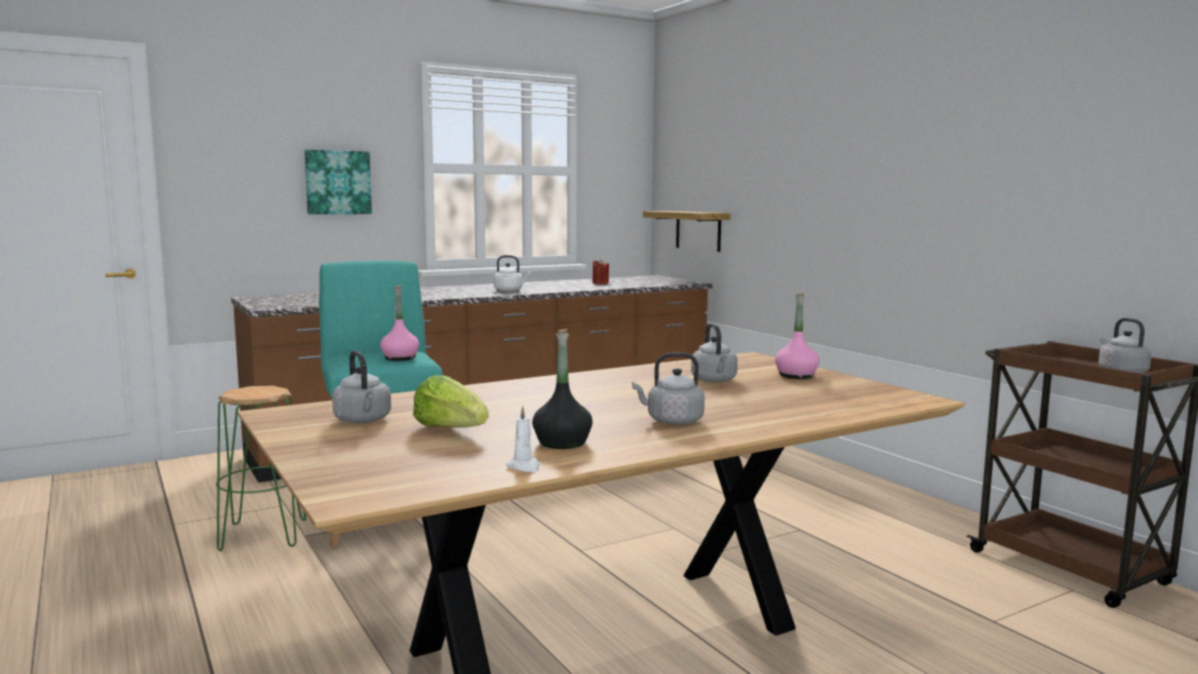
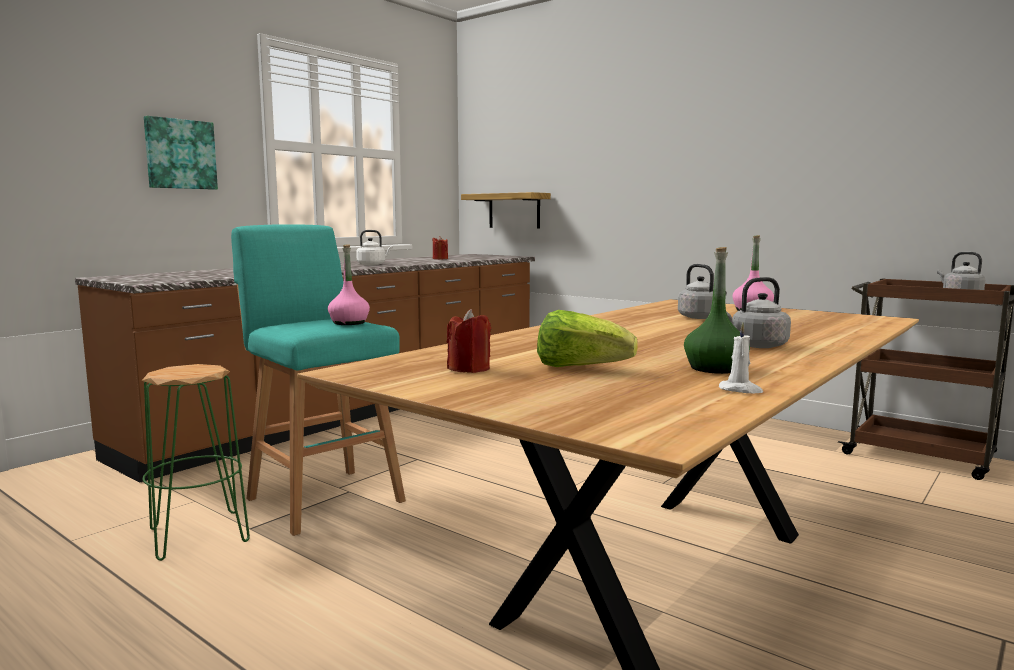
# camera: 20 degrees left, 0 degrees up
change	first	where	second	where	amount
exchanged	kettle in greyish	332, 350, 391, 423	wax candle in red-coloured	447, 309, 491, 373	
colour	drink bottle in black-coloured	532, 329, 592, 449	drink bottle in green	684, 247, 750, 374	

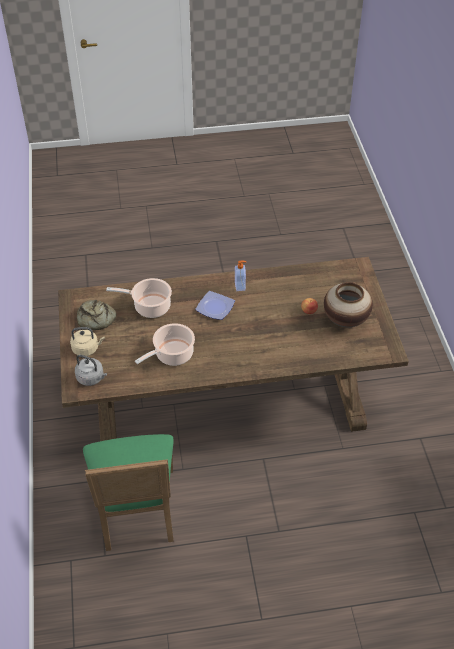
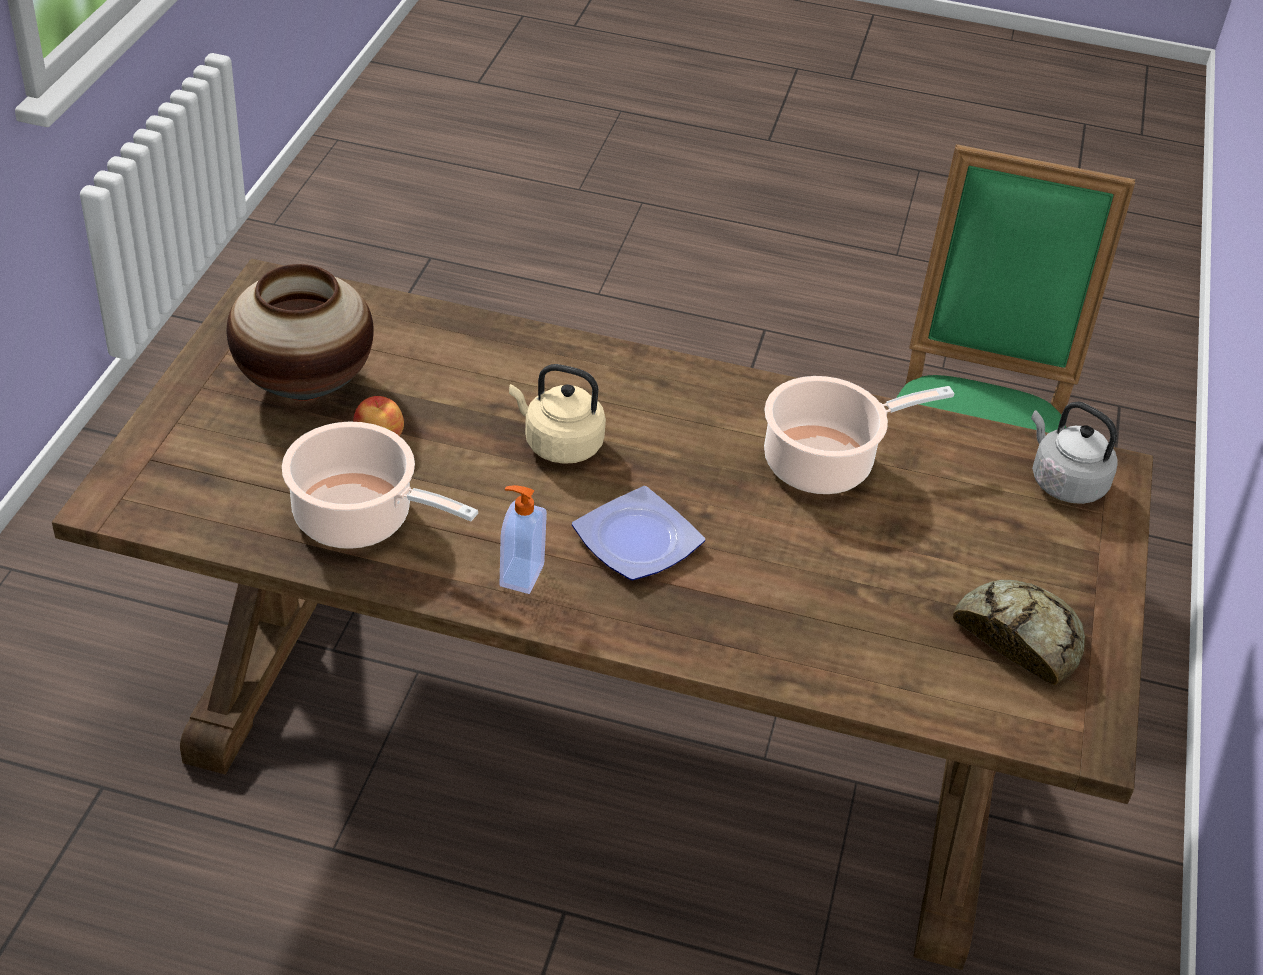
# camera: 160 degrees left, 5 degrees down
change	first	where	second	where	amount
relocated	stockpot	106, 278, 172, 318		282, 421, 478, 549	
relocated	kettle in beige-coloured	70, 327, 105, 356		509, 364, 606, 464	

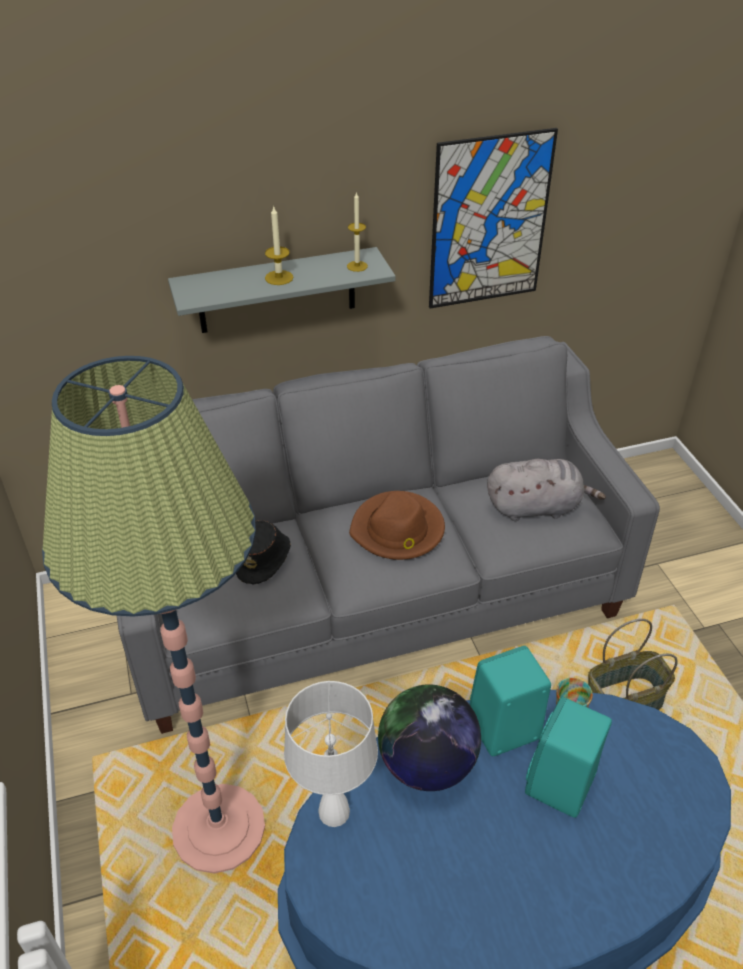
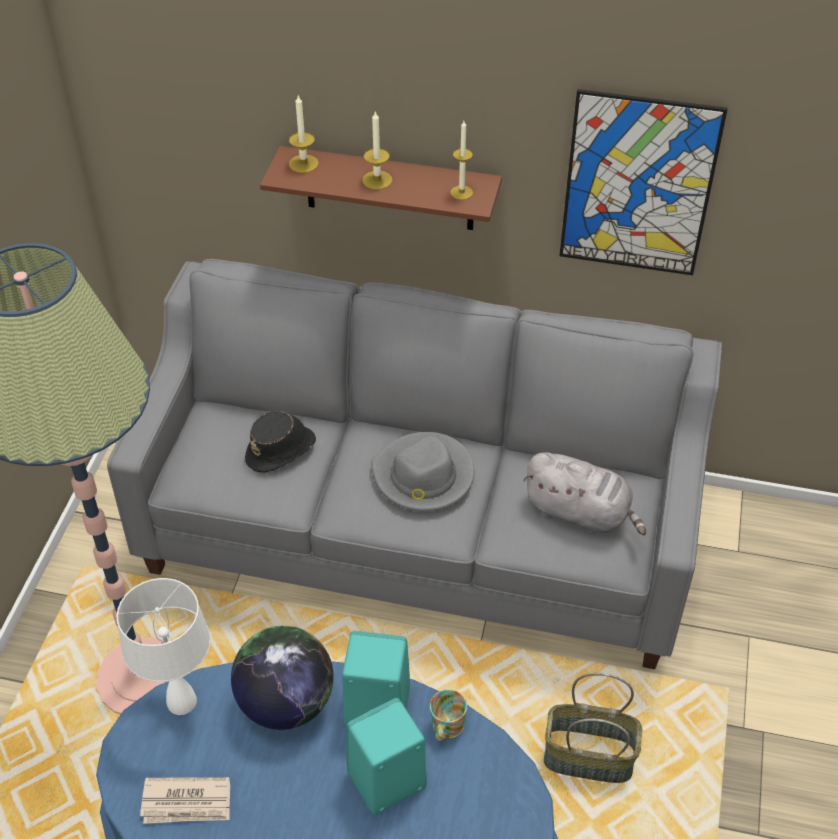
# camera: 30 degrees right, 5 degrees up
change	first	where	second	where	amount
appeared			printed paper	140, 777, 230, 824	
colour	bracket shelf in greyish	168, 247, 396, 333	bracket shelf in brownish	260, 146, 502, 230	
appeared			wax candle	289, 96, 319, 173	
colour	hat in brownish	349, 491, 445, 560	hat in greyish	371, 432, 474, 511	

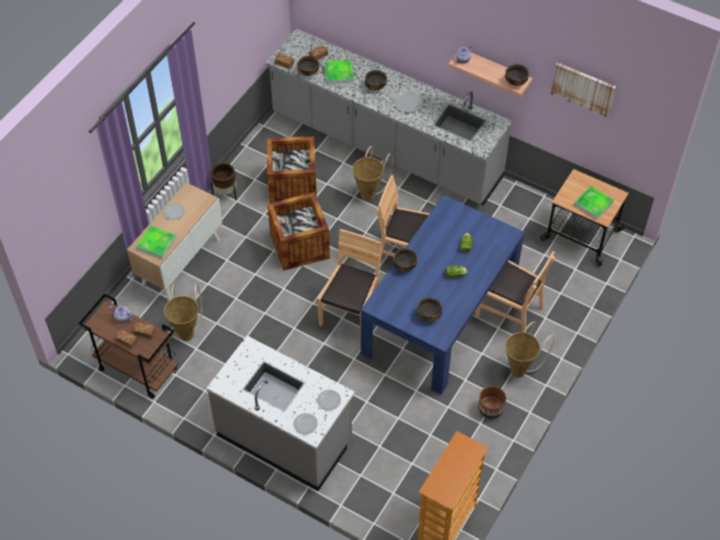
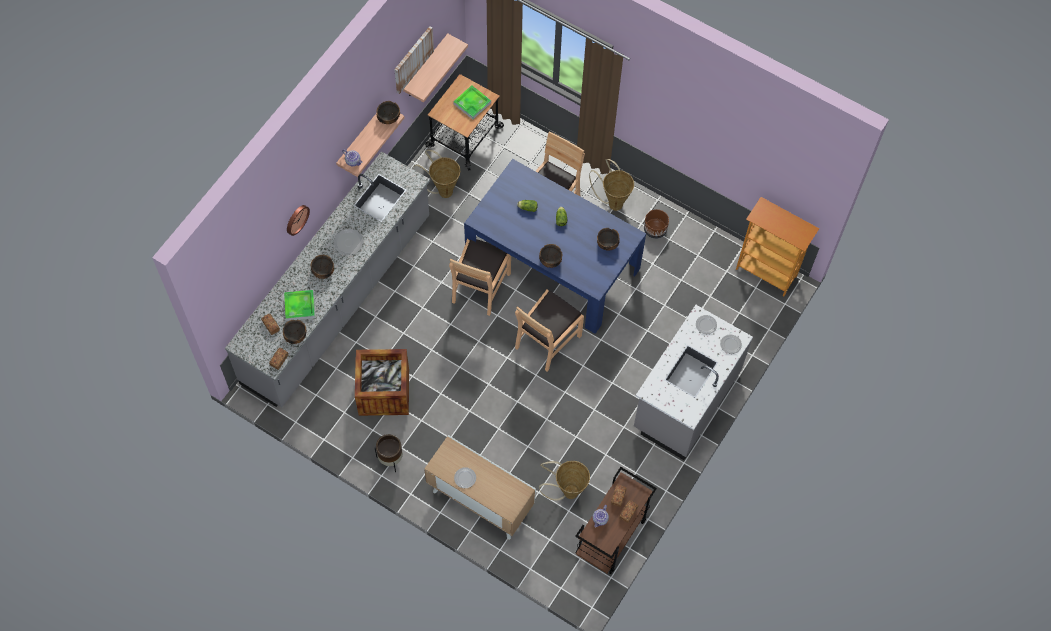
# camera: 90 degrees left, 10 degrees up
change	first	where	second	where	amount
appeared			hanging clock	287, 205, 310, 236	
appeared			bracket shelf	403, 34, 468, 102	
relocated	storage basket	352, 146, 393, 201		413, 150, 460, 198	
spun	plain chair in brownish	317, 229, 382, 340		515, 290, 584, 372	75 degrees counterclockwise
missing	tray	136, 226, 176, 259			
missing	crate	267, 192, 330, 271			

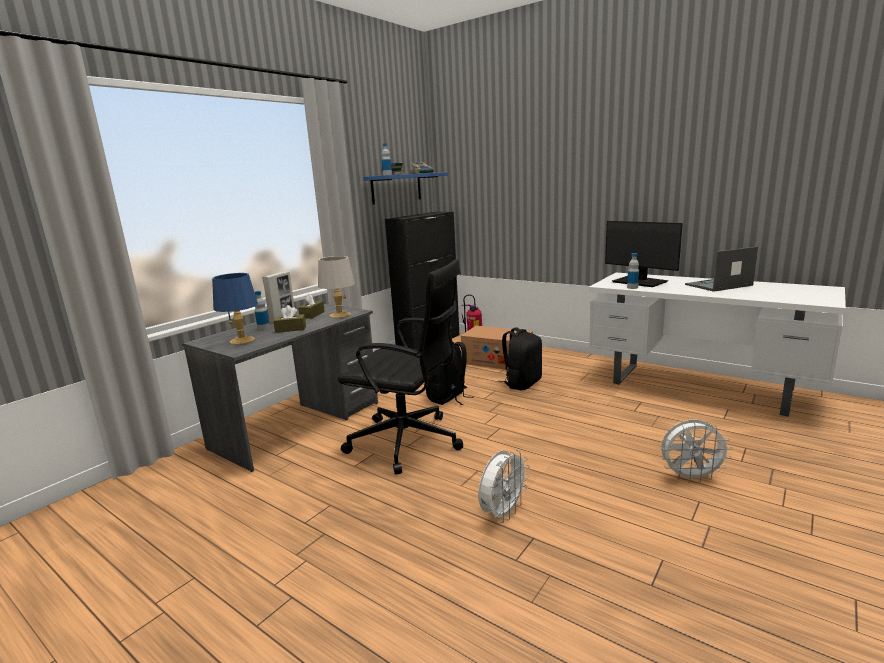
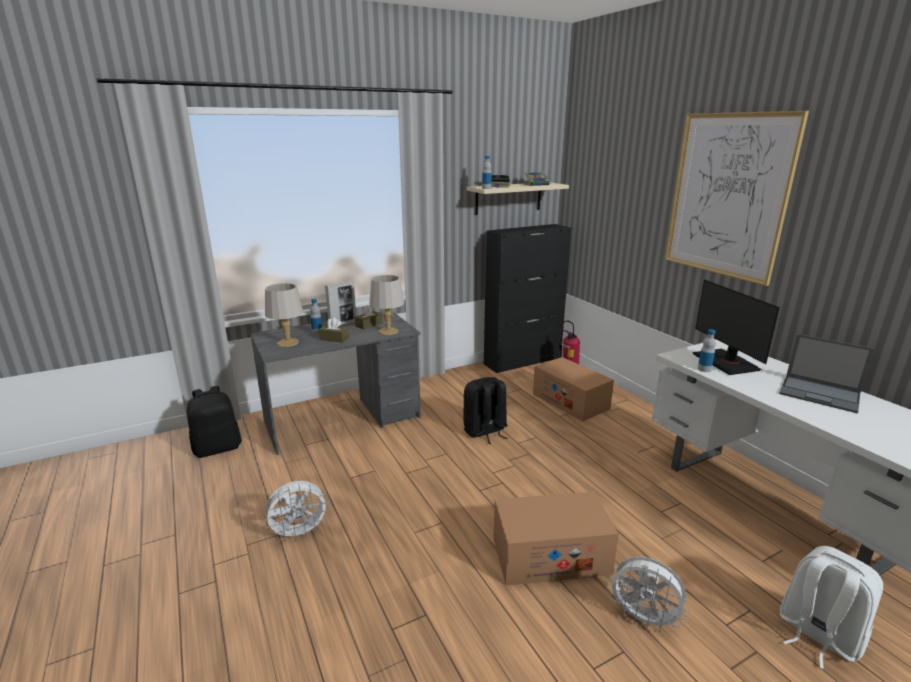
# camera: 25 degrees right, 5 degrees up
change	first	where	second	where	amount
relocated	rucksack in black-coloured	498, 327, 542, 390		187, 386, 242, 458	
relocated	electric fan in whitish	478, 450, 530, 523		263, 481, 330, 541	
colour	lamp for a table in blue-coloured	212, 273, 258, 345	lamp for a table in greyish	265, 283, 303, 347	
colour	bracket shelf in blue-coloured	363, 172, 448, 205	bracket shelf in beige-coloured	467, 182, 569, 215	
appeared			packing box	493, 491, 619, 585	
appeared			wall picture	665, 111, 809, 286	
spun	portable computer	685, 247, 758, 292		779, 334, 875, 413	150 degrees counterclockwise
appeared			rucksack in whitish	779, 546, 883, 669	
missing	office chair in black-coloured	338, 259, 463, 475			

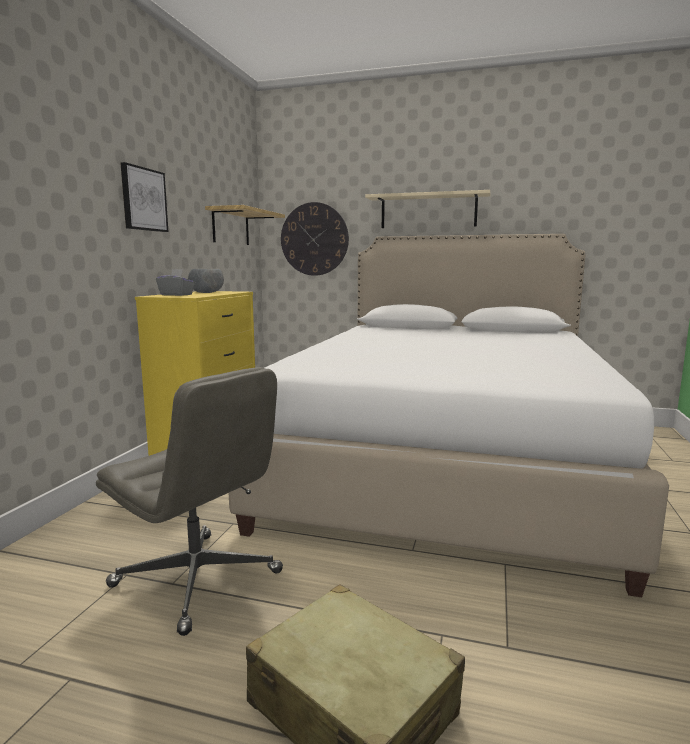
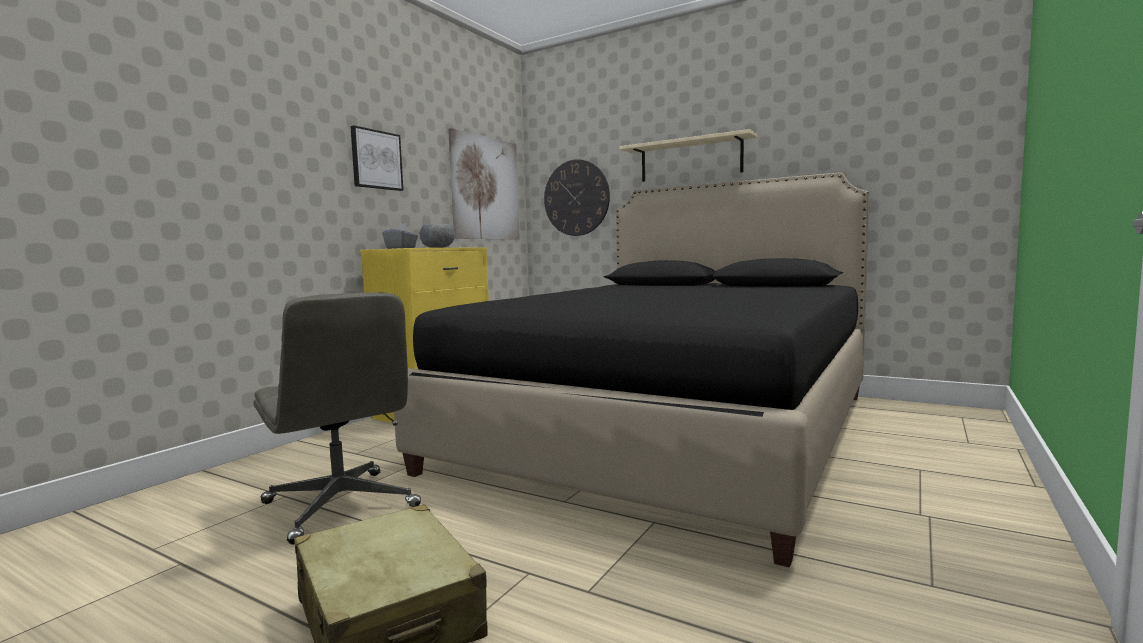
# camera: 15 degrees right, 5 degrees down
change	first	where	second	where	amount
colour	sleeping bed in whitish	229, 234, 669, 597	sleeping bed in black-coloured	394, 172, 869, 568	
exchanged	bracket shelf	205, 205, 285, 245	wall picture	448, 128, 520, 239	

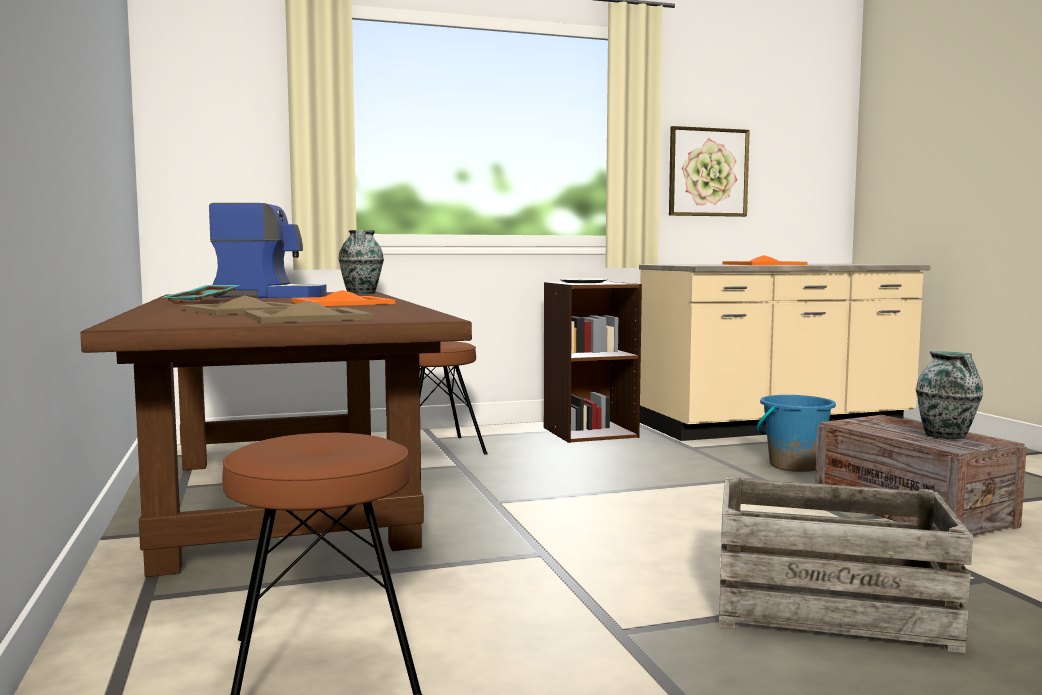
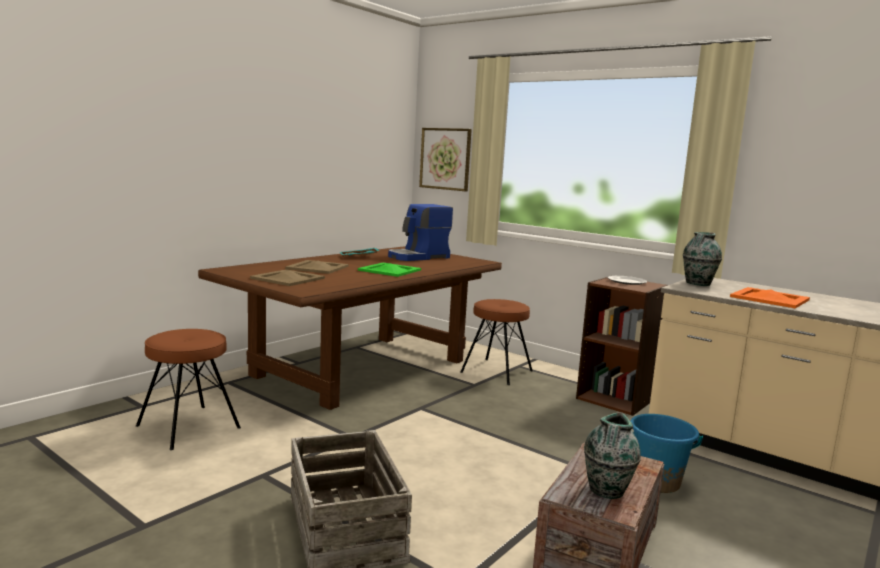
# camera: 55 degrees right, 5 degrees up
change	first	where	second	where	amount
colour	tray in orangey	292, 290, 395, 306	tray in green	358, 263, 421, 277	
spun	coffee brewer	209, 203, 327, 298		388, 204, 453, 261	90 degrees clockwise
relocated	wall picture	669, 126, 750, 217		419, 128, 472, 191	
relocated	flower vase	338, 230, 384, 294		683, 232, 722, 286	

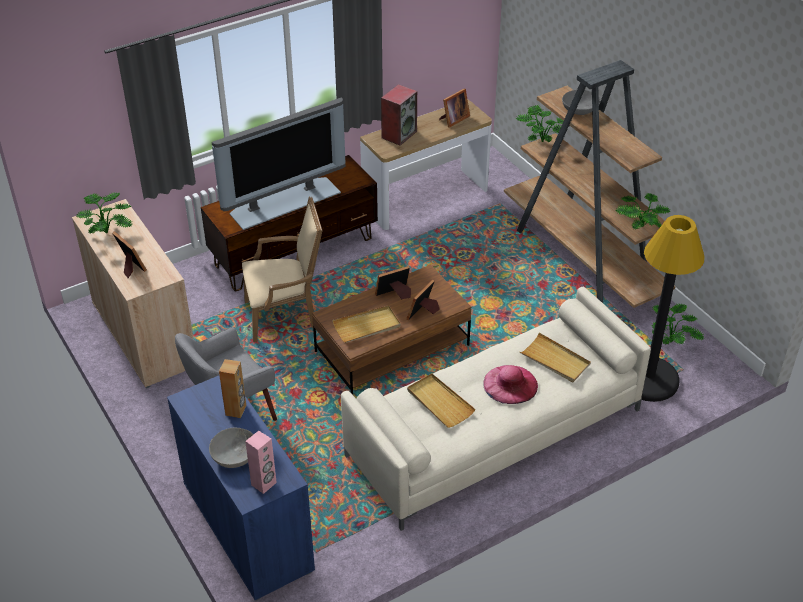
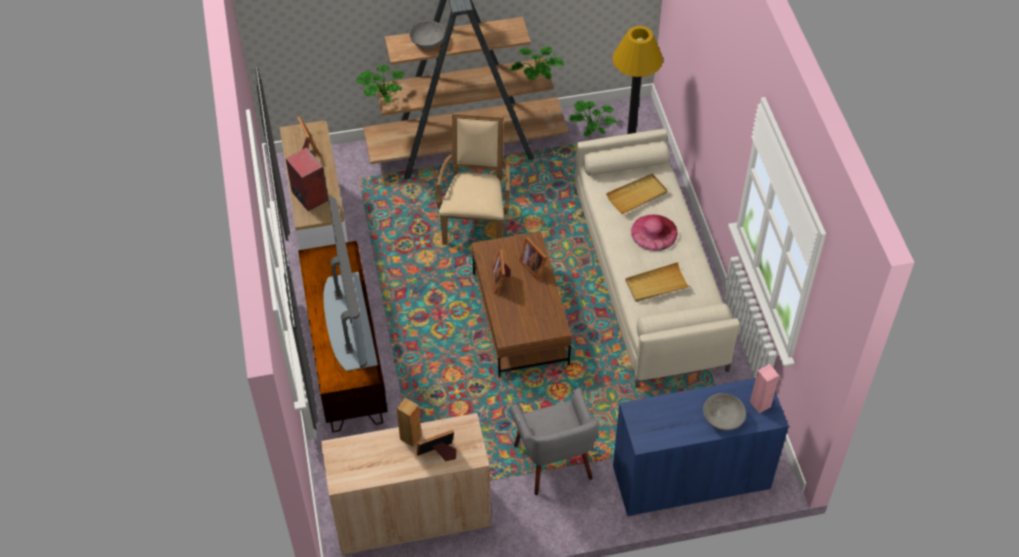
# camera: 70 degrees left, 10 degrees up
change	first	where	second	where	amount
relocated	audio speaker in brownish	219, 359, 246, 418		397, 398, 422, 447	
relocated	easy chair in beige-coloured	242, 197, 323, 342		436, 113, 510, 245	
missing	plant in a pot	77, 192, 132, 234			
missing	tray in beige-coloured	332, 305, 401, 343			

